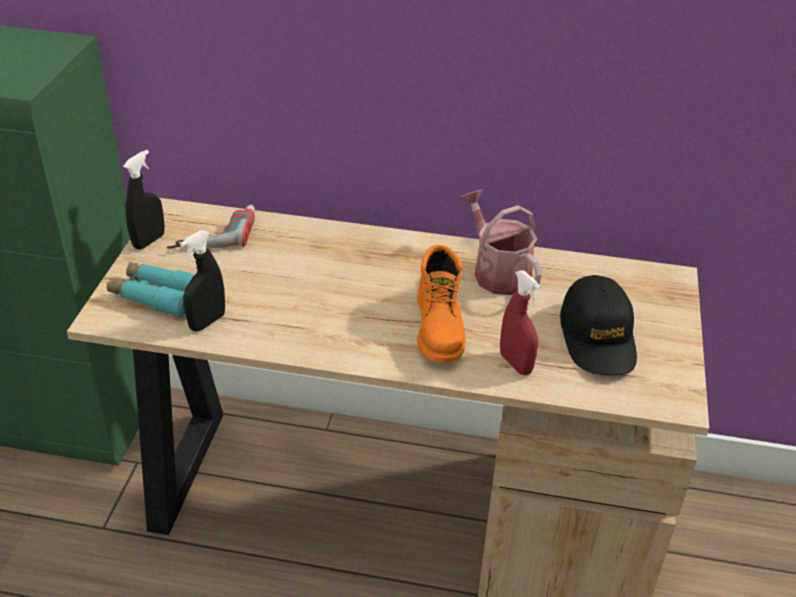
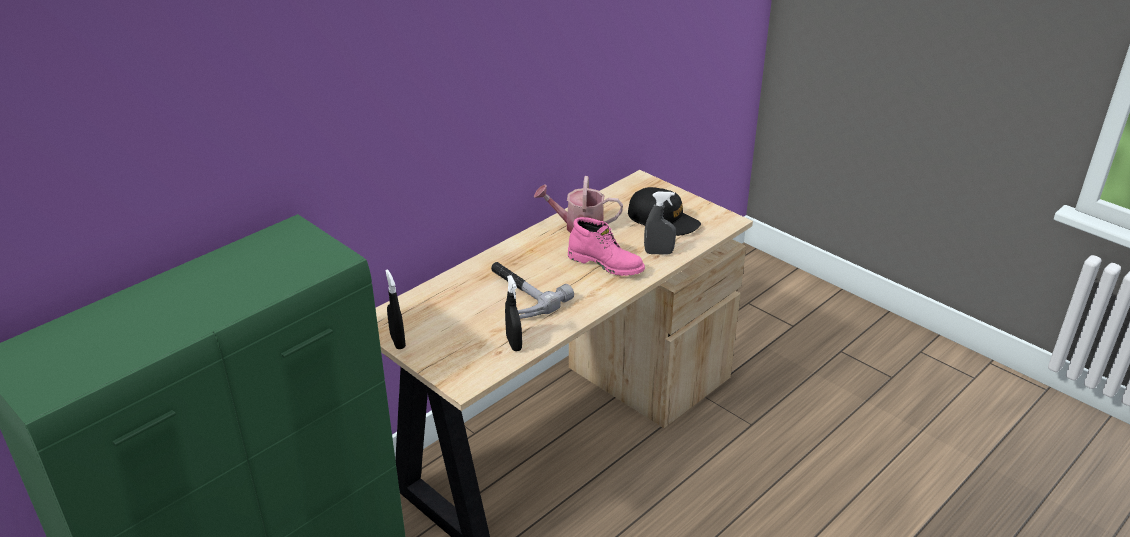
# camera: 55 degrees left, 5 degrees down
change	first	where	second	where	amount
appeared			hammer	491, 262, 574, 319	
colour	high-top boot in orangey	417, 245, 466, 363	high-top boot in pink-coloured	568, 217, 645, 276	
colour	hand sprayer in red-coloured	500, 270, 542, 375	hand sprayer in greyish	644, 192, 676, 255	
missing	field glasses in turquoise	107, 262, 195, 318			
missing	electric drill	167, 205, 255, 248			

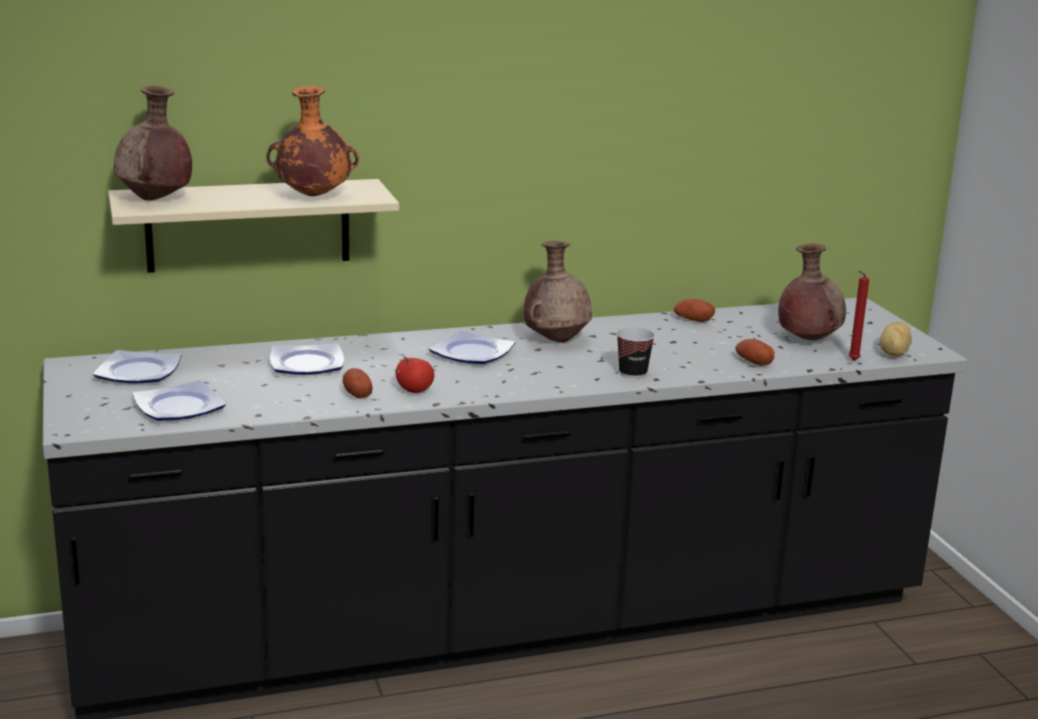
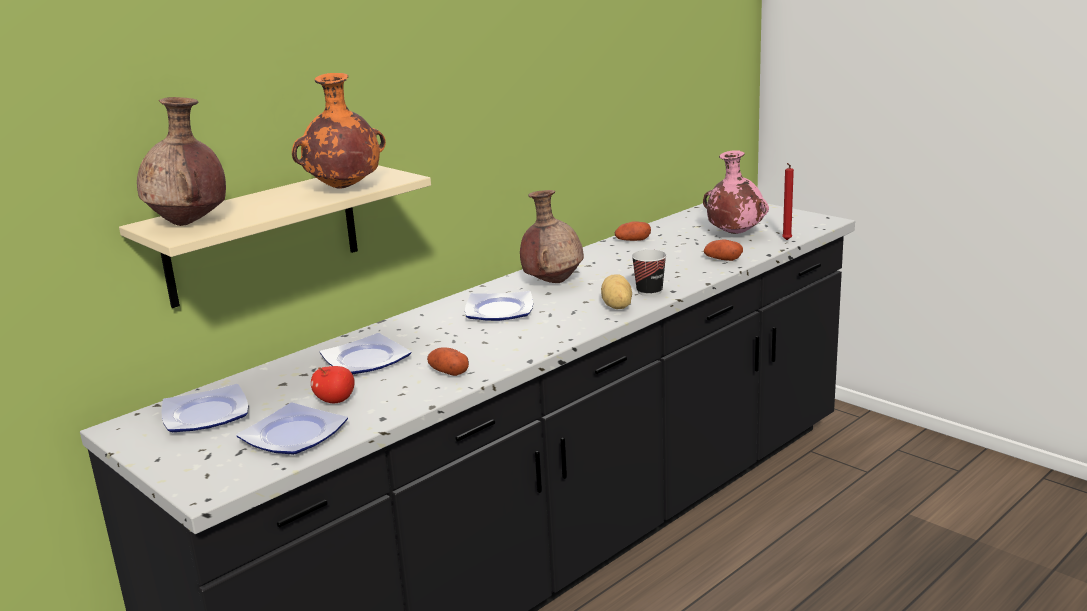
# camera: 25 degrees left, 0 degrees up
change	first	where	second	where	amount
relocated	whole apple	396, 356, 434, 393		311, 366, 355, 403	
relocated	potato	879, 322, 912, 356		601, 274, 632, 309	
colour	flower vase in brownish	778, 243, 846, 340	flower vase in pink-coloured	703, 150, 769, 234	

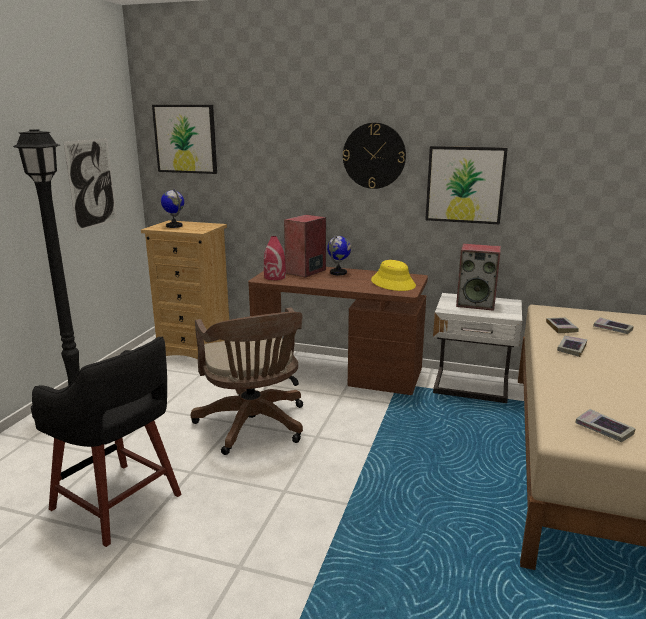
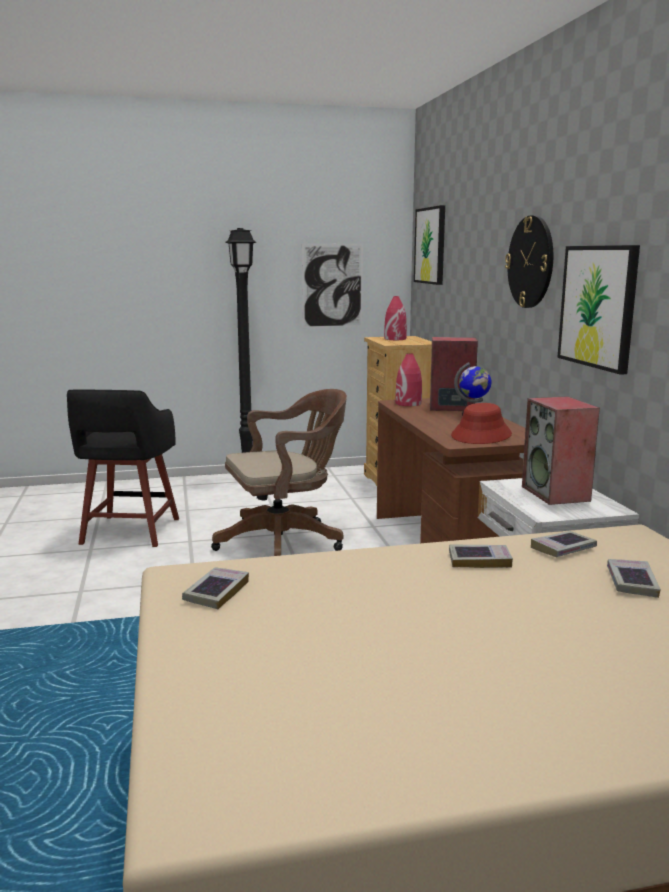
# camera: 60 degrees right, 5 degrees down
change	first	where	second	where	amount
spun	office chair in brownish	191, 308, 303, 455		211, 389, 347, 556	150 degrees counterclockwise
exchanged	world globe	161, 188, 184, 228	flower vase in red-coloured	384, 296, 407, 340	
colour	hat in yellow-coloured	371, 260, 416, 291	hat in red-coloured	451, 403, 512, 444	

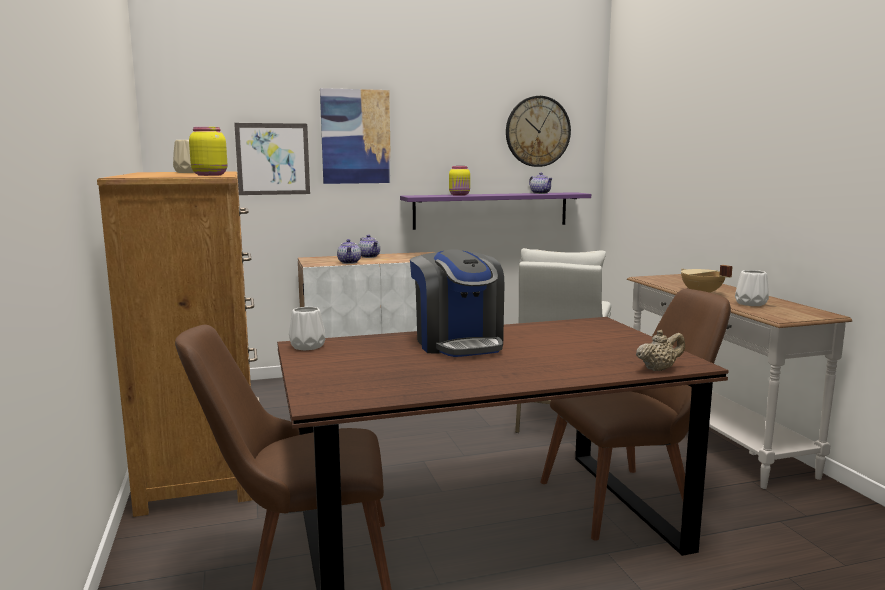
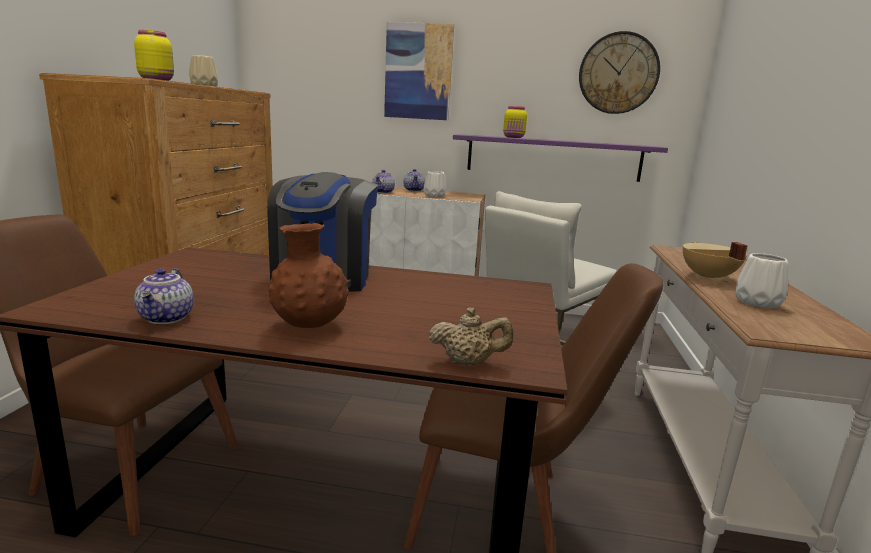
# camera: 25 degrees right, 5 degrees up
change	first	where	second	where	amount
relocated	tea pot	529, 173, 553, 194		134, 268, 194, 324	
appeared			flower vase in brownish	268, 223, 349, 328	
relocated	flower vase in whitish	289, 307, 325, 351		424, 171, 446, 198	
missing	wall picture	234, 123, 310, 195			

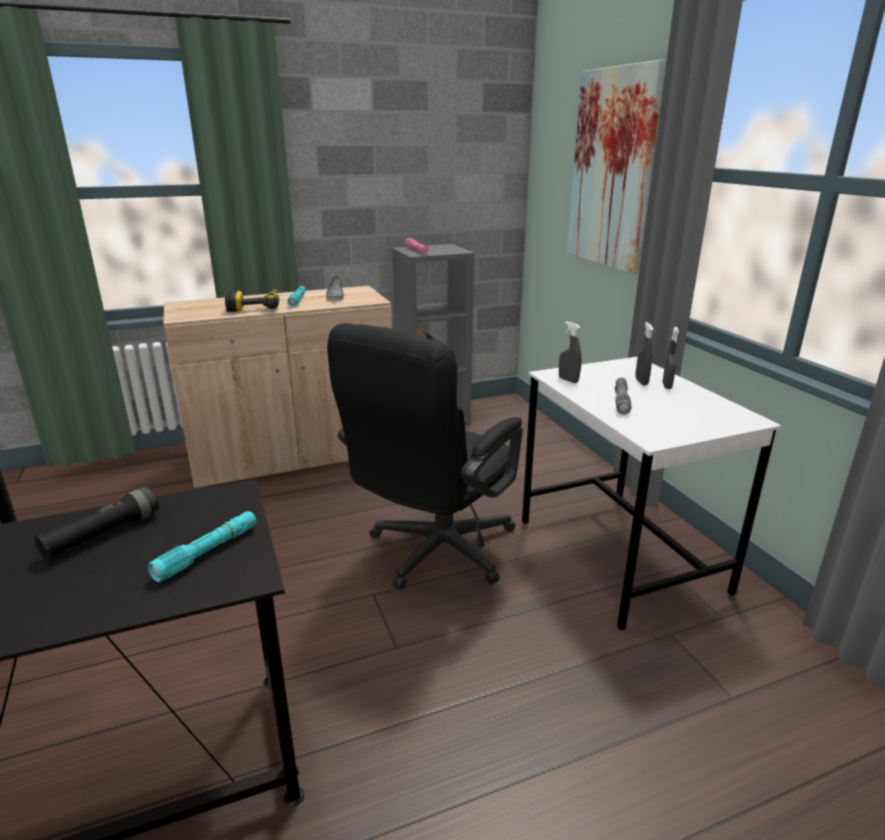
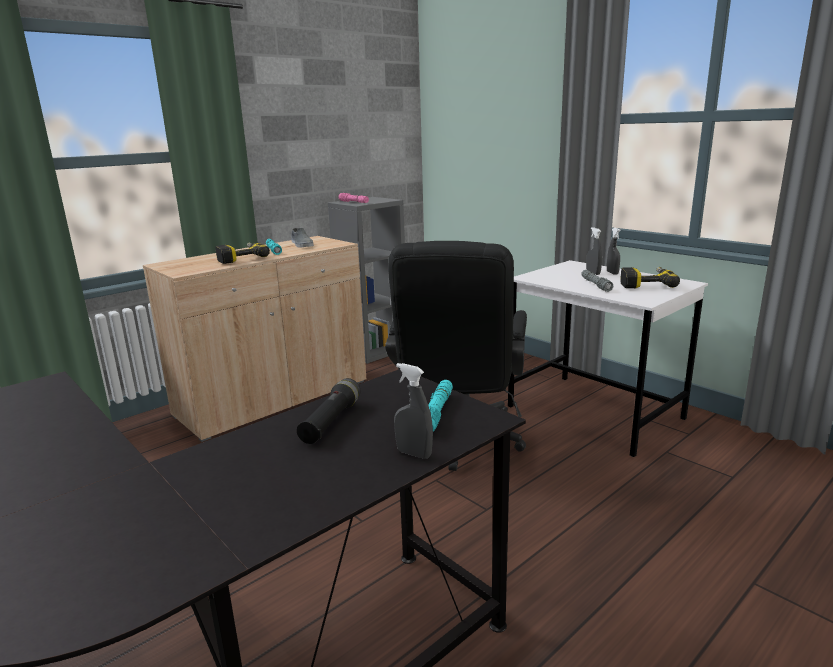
# camera: 20 degrees left, 5 degrees down
change	first	where	second	where	amount
relocated	hand sprayer in greyish	559, 321, 581, 383		394, 363, 433, 459	
appeared			electric drill	620, 267, 680, 289	
missing	wall picture	567, 60, 666, 274			

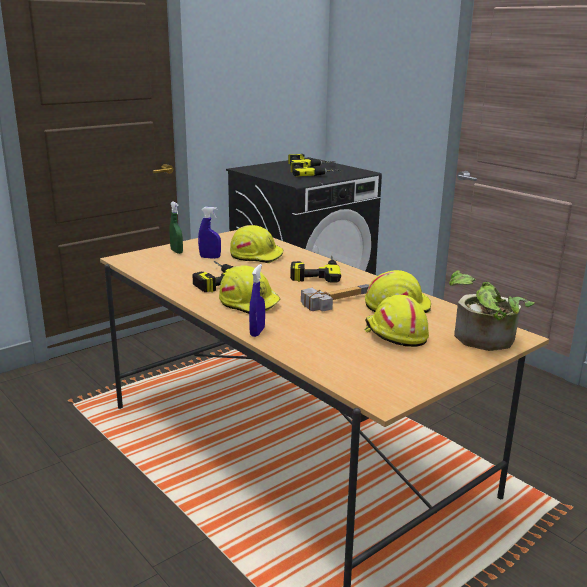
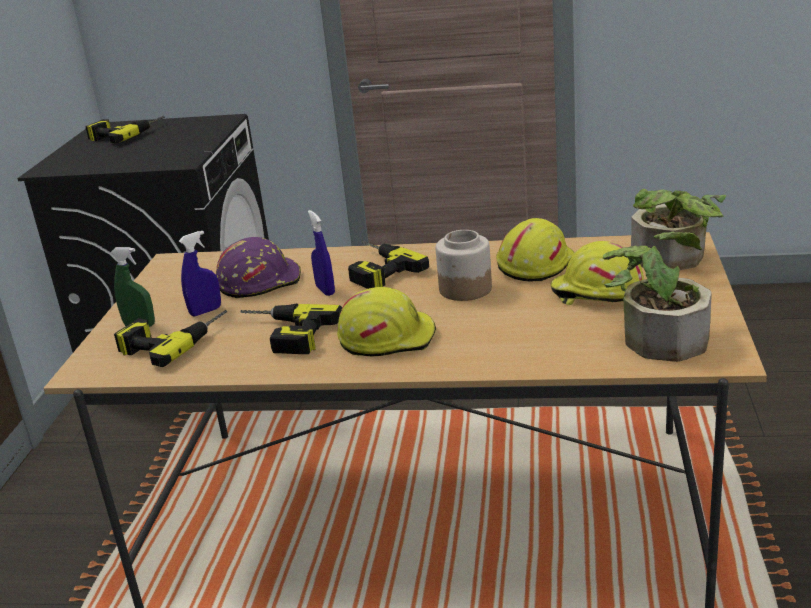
# camera: 40 degrees left, 5 degrees up
change	first	where	second	where	amount
relocated	electric drill	291, 162, 341, 176		114, 310, 227, 367	
colour	hard hat in yellow-coloured	230, 225, 283, 263	hard hat in purple	216, 237, 301, 298	
relocated	hand sprayer in blue-coloured	249, 264, 265, 337		308, 210, 335, 296	
exchanged	hammer	301, 284, 370, 312	storage jar	436, 230, 492, 301	
appeared			plant in a pot	603, 231, 712, 362	

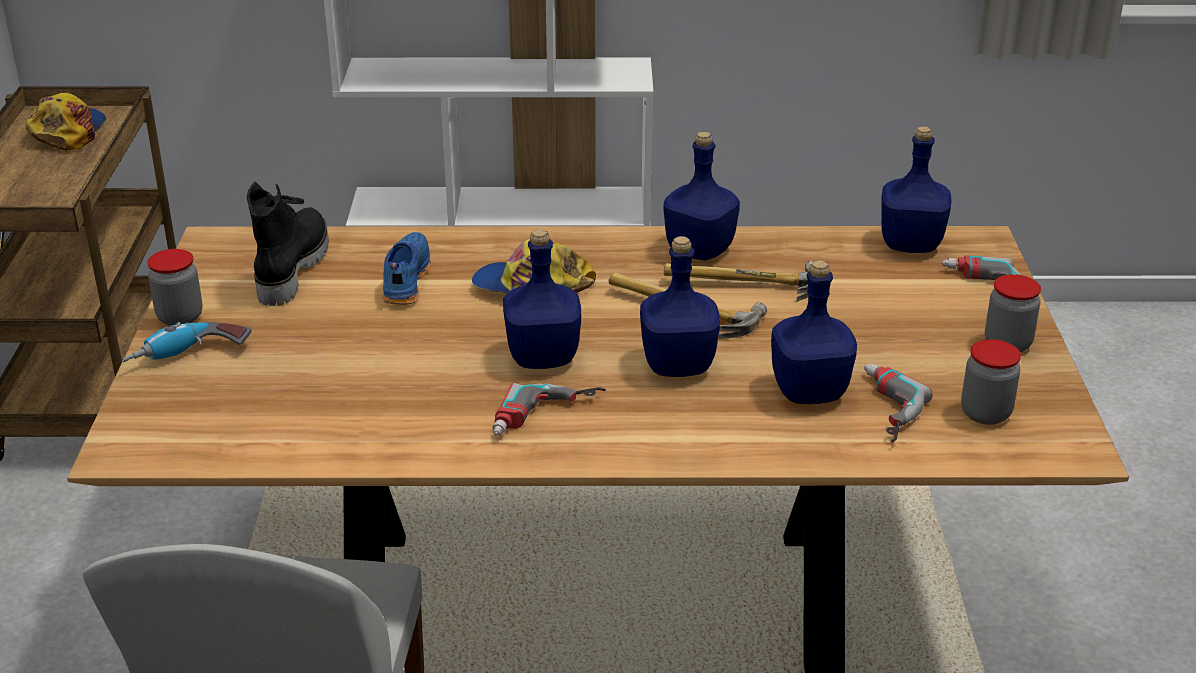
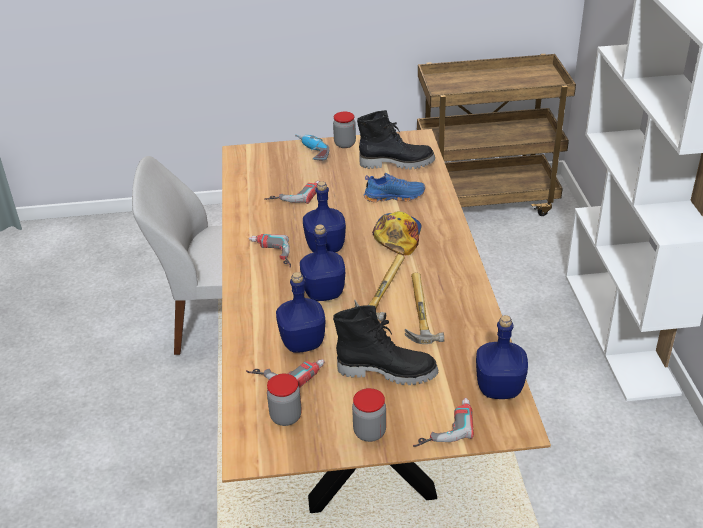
# camera: 85 degrees right, 5 degrees up
change	first	where	second	where	amount
appeared			electric drill	264, 181, 320, 204	
appeared			high-top boot in black-coloured	333, 305, 439, 385	
missing	baseball cap	25, 93, 106, 150			
missing	drink bottle in blue-coloured	664, 132, 740, 260			

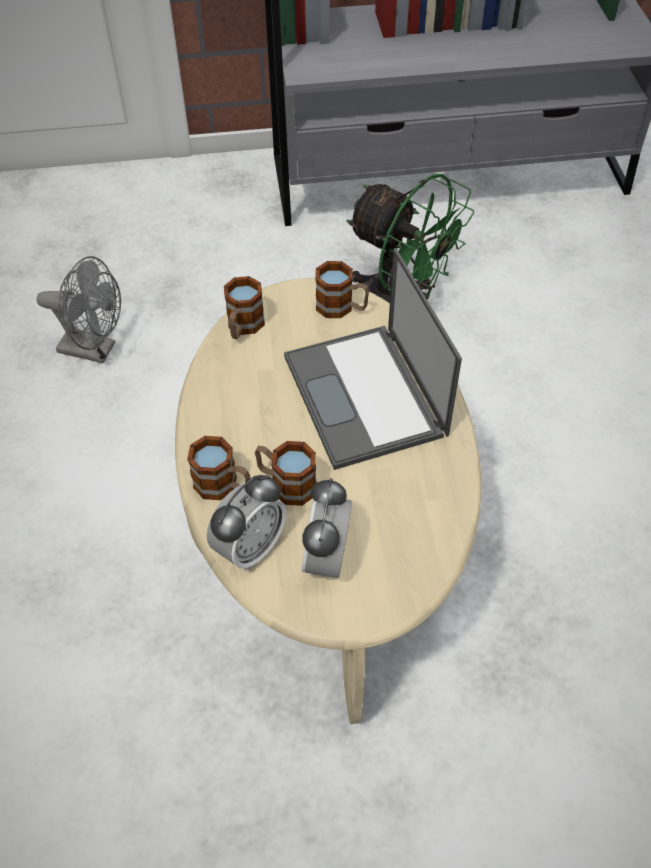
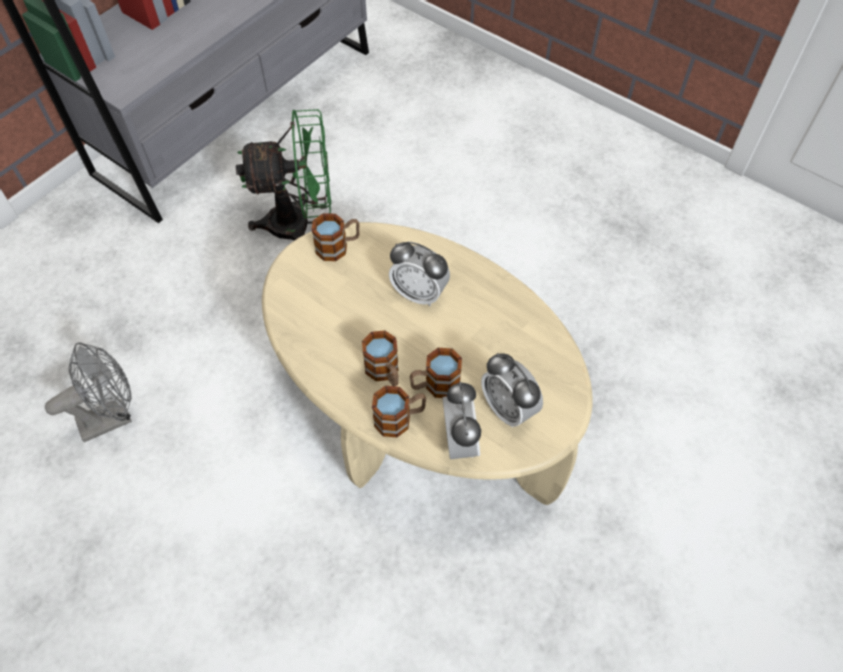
# camera: 45 degrees left, 5 degrees up
change	first	where	second	where	amount
relocated	coffee mug	224, 276, 265, 339		362, 330, 399, 386	
exchanged	portable computer	284, 248, 462, 470	alarm clock	389, 242, 450, 306	

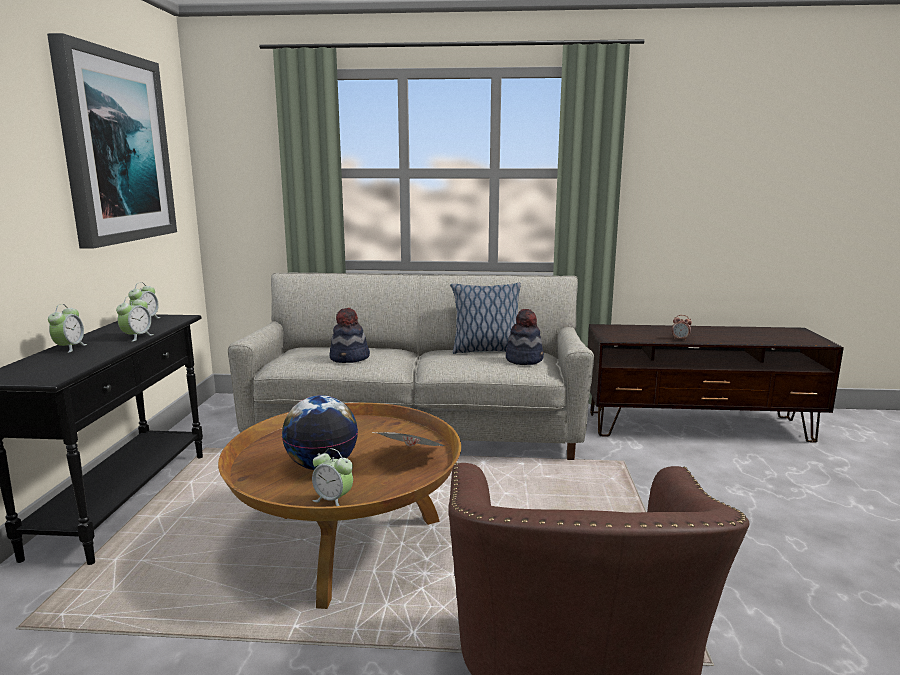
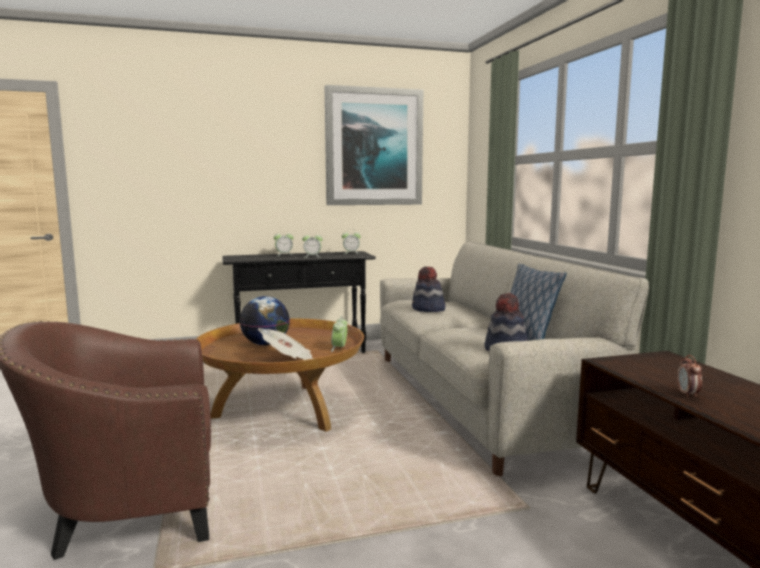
# camera: 70 degrees right, 5 degrees down
change	first	where	second	where	amount
relocated	alarm clock	312, 448, 353, 506		331, 316, 347, 352	

